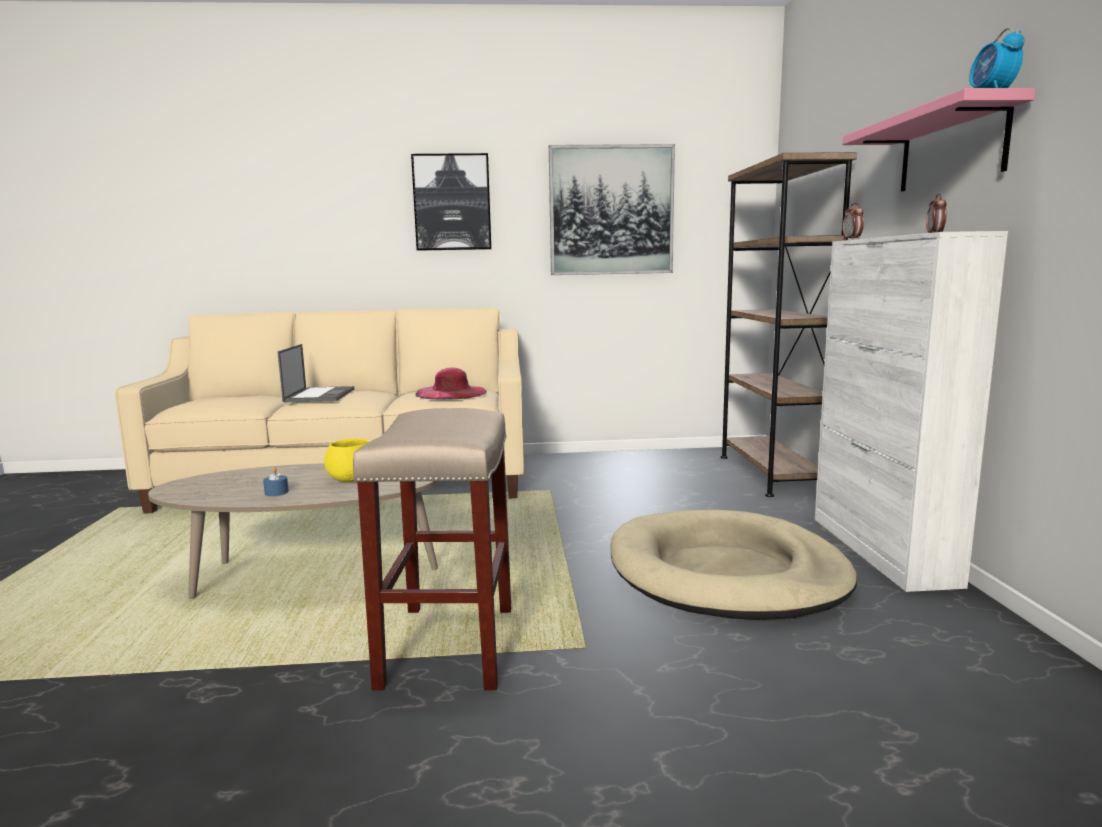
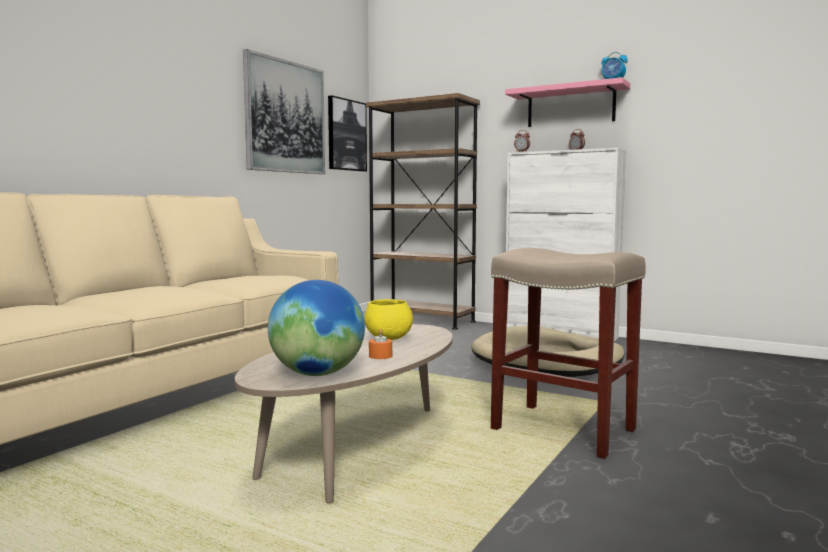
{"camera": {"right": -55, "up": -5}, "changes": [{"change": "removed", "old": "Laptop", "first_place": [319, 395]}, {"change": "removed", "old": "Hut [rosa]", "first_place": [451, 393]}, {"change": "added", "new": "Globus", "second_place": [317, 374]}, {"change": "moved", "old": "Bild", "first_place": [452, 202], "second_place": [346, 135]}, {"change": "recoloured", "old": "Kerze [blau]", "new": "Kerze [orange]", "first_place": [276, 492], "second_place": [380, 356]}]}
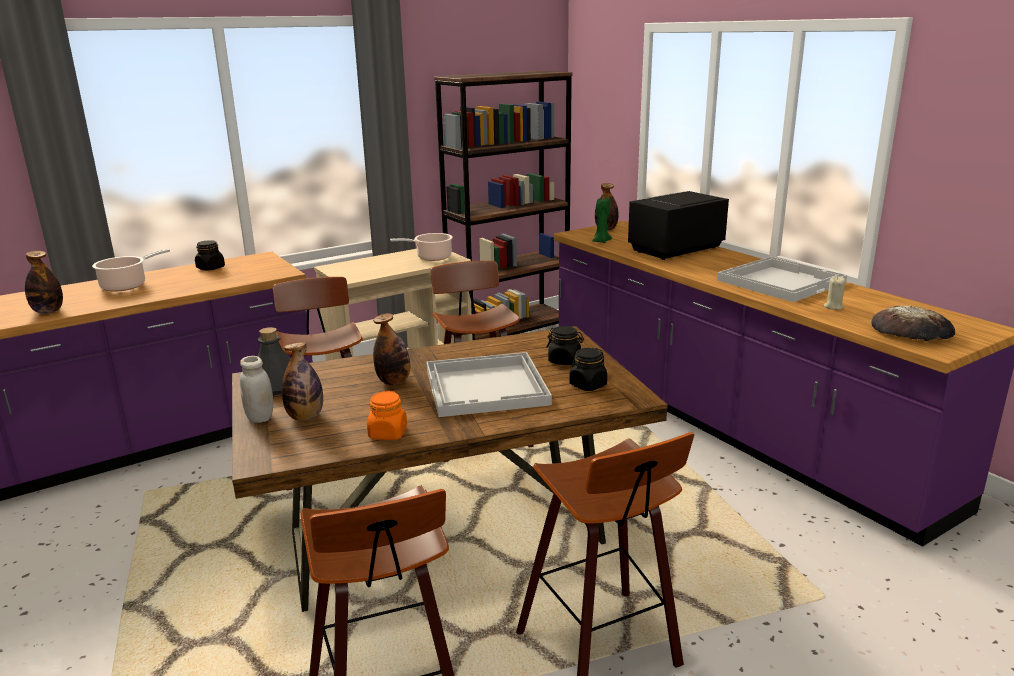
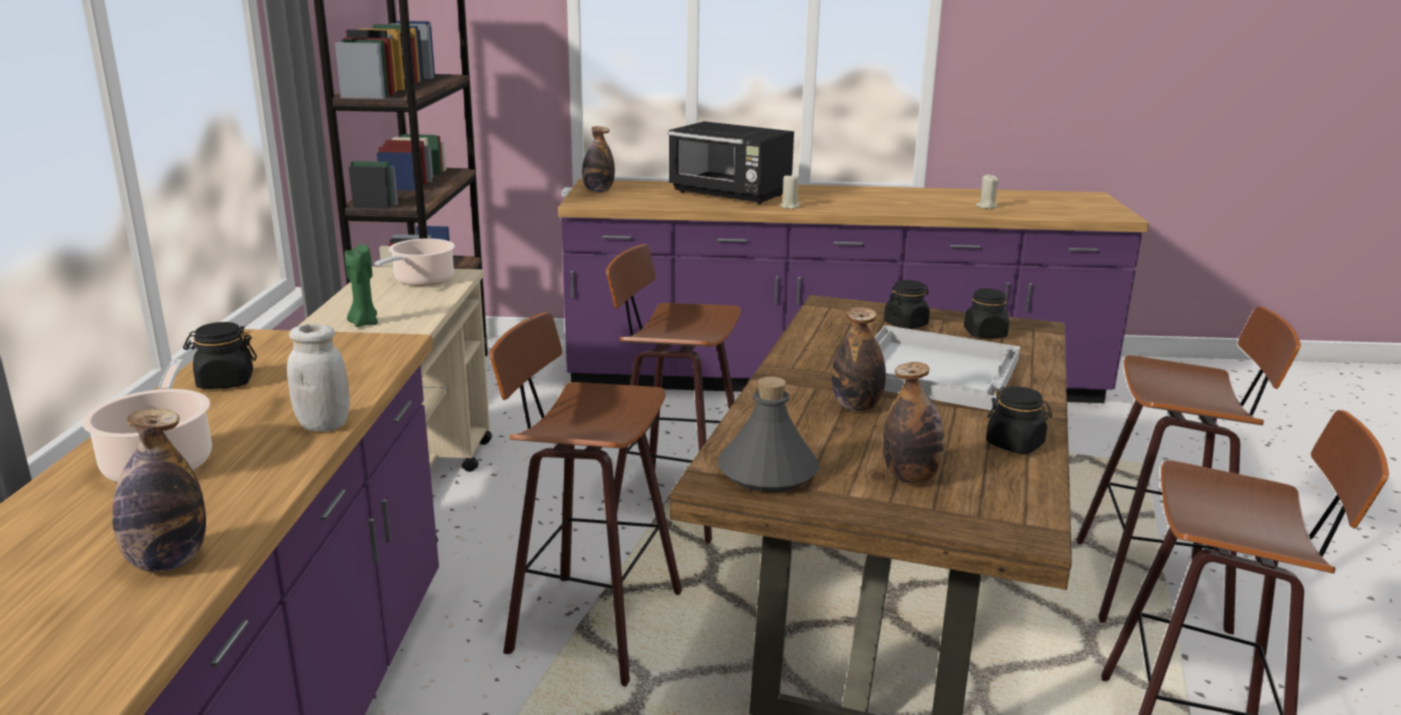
{"camera": {"right": -55, "up": 0}, "changes": [{"change": "removed", "old": "Tablett [weiß]", "first_place": [780, 281]}, {"change": "removed", "old": "Brot", "first_place": [912, 331]}, {"change": "added", "new": "Kerze [beige]", "second_place": [790, 206]}, {"change": "moved", "old": "Vorratsglas [weiß]", "first_place": [260, 417], "second_place": [324, 425]}, {"change": "moved", "old": "Kerze [grün]", "first_place": [601, 241], "second_place": [364, 323]}, {"change": "recoloured", "old": "Vorratsglas [orange]", "new": "Vorratsglas [schwarz]", "first_place": [388, 433], "second_place": [1015, 444]}, {"change": "turned", "old": "Mikrowelle [schwarz]", "first_place": [674, 249], "second_place": [730, 194], "degrees": -60}]}
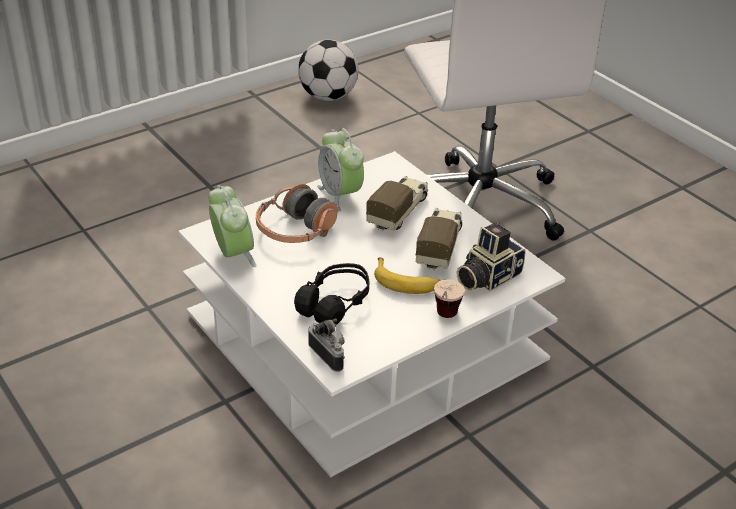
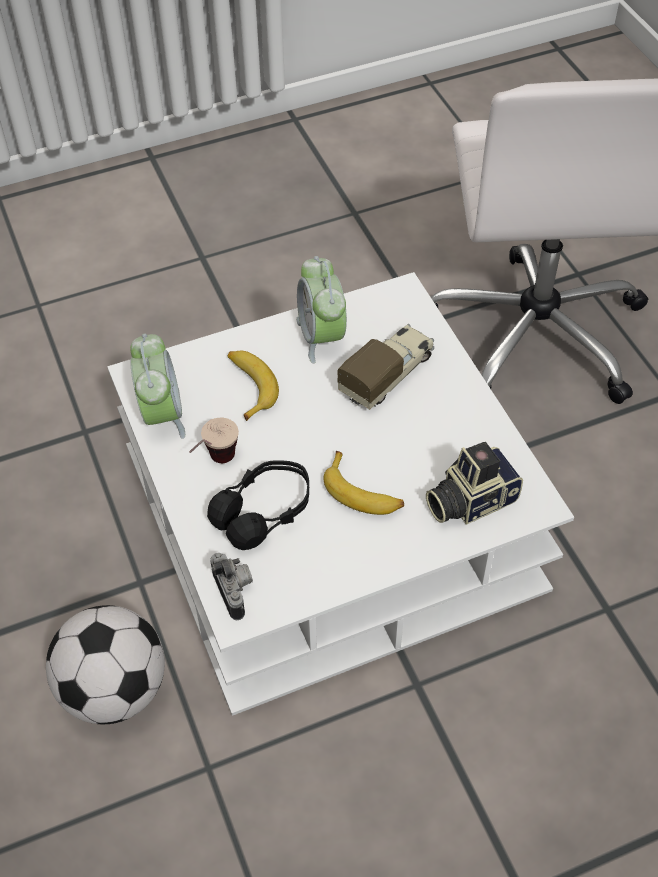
{"camera": {"right": 15, "up": 15}, "changes": [{"change": "removed", "old": "Spielzeuglaster", "first_place": [439, 246]}, {"change": "moved", "old": "Fußball", "first_place": [328, 97], "second_place": [114, 689]}, {"change": "moved", "old": "Tasse", "first_place": [444, 319], "second_place": [214, 464]}, {"change": "replaced", "old": "Kopfhörer", "new": "Banane", "first_place": [295, 230], "second_place": [249, 387]}]}
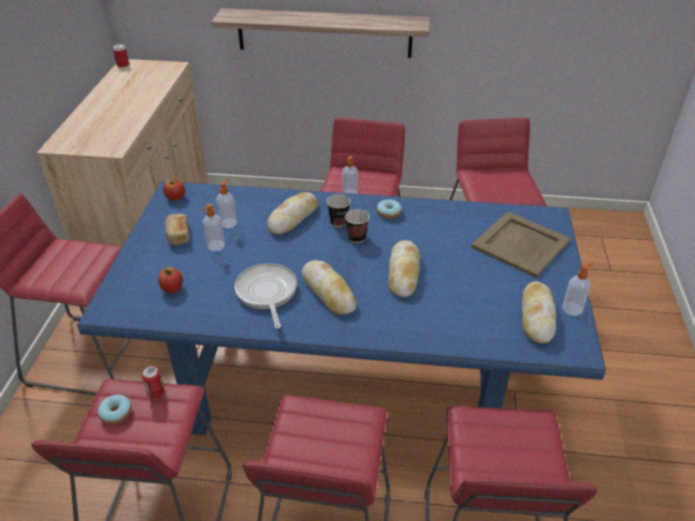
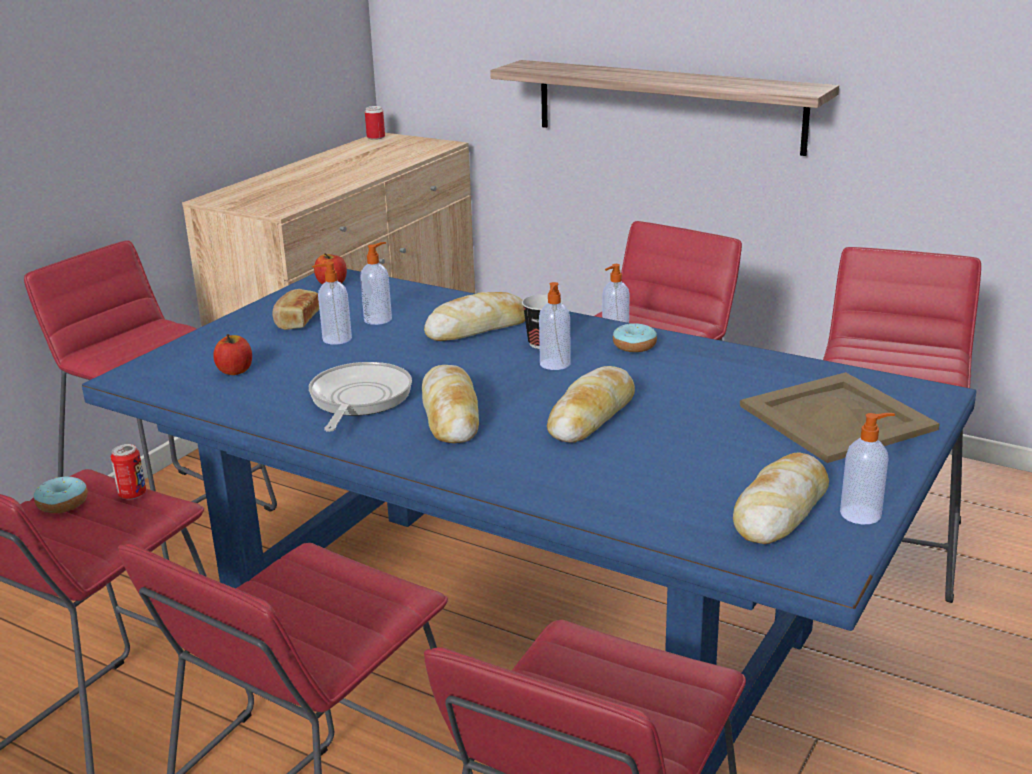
{"camera": {"right": 25, "up": -15}, "changes": [{"change": "replaced", "old": "Tasse", "new": "Seifenspender", "first_place": [357, 238], "second_place": [554, 364]}]}
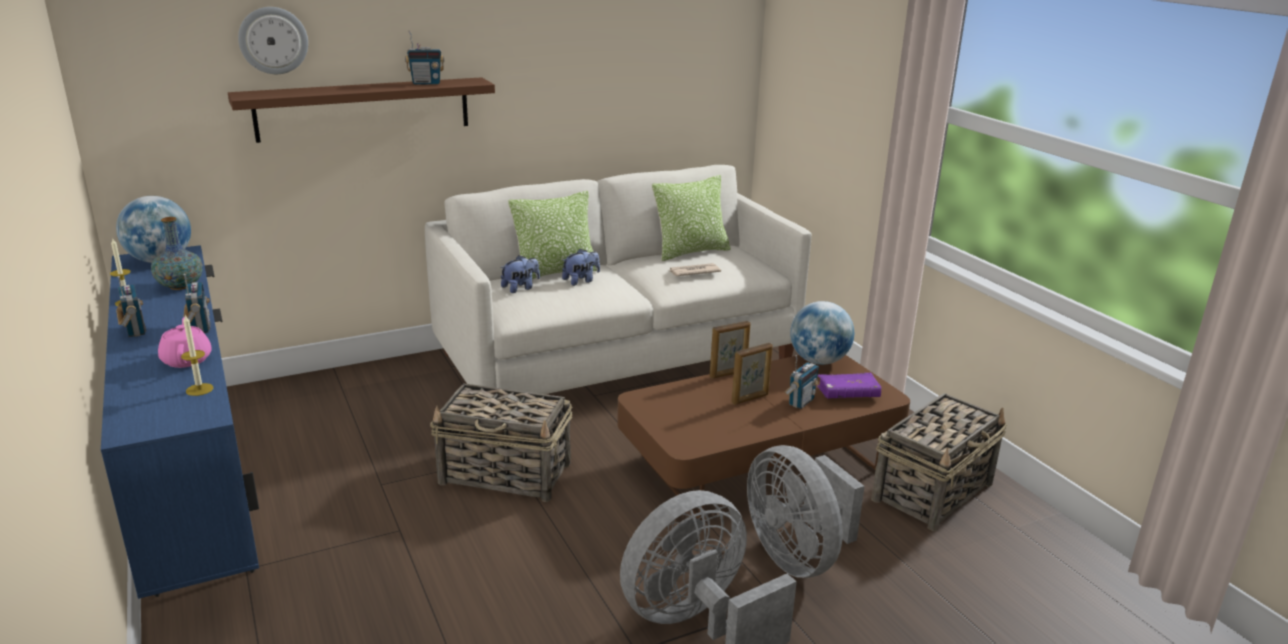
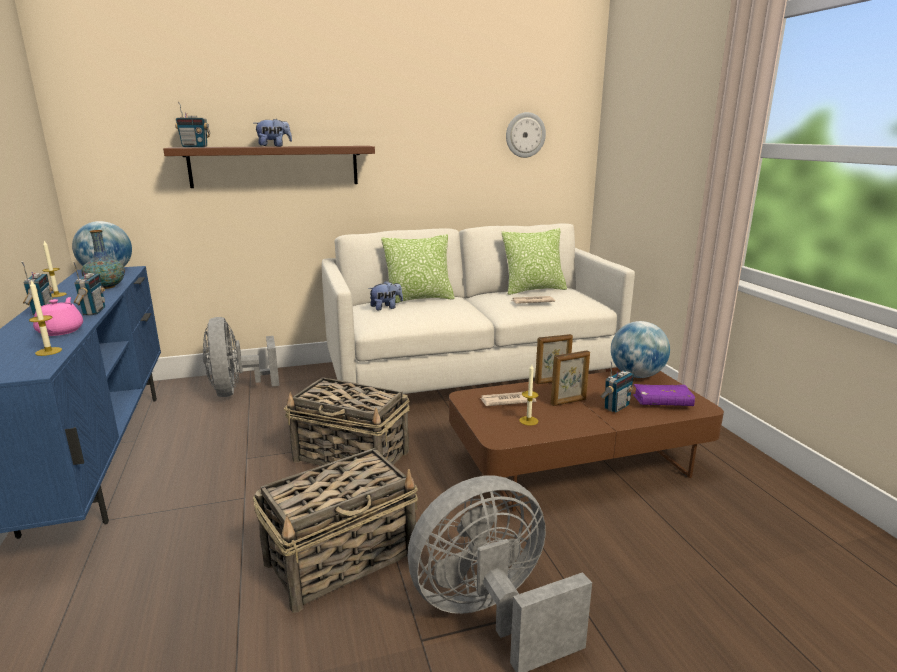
{"camera": {"right": 10, "up": -5}, "changes": [{"change": "added", "new": "Zeitung", "second_place": [507, 401]}, {"change": "added", "new": "Kerze", "second_place": [528, 421]}, {"change": "moved", "old": "Wanduhr", "first_place": [273, 40], "second_place": [525, 135]}, {"change": "moved", "old": "Radio", "first_place": [426, 83], "second_place": [195, 147]}, {"change": "moved", "old": "Plüschtier", "first_place": [581, 281], "second_place": [274, 146]}, {"change": "moved", "old": "Ventilator [grau]", "first_place": [797, 556], "second_place": [237, 391]}, {"change": "moved", "old": "Korb", "first_place": [933, 491], "second_place": [342, 559]}]}
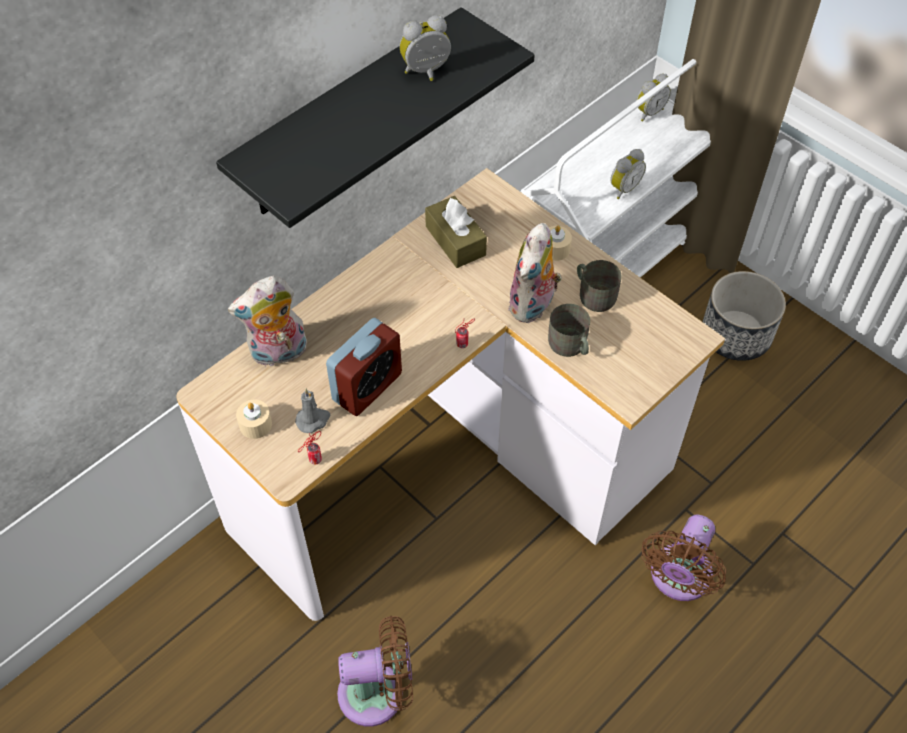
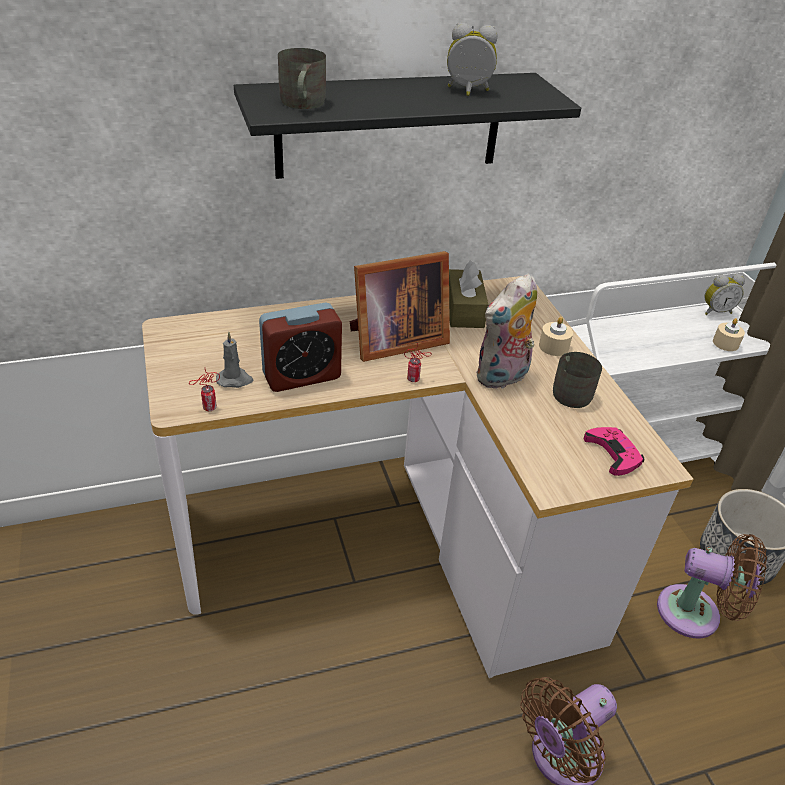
{"camera": {"right": 25, "up": -15}, "changes": [{"change": "removed", "old": "Plüschtier", "first_place": [278, 354]}, {"change": "removed", "old": "Wecker", "first_place": [623, 188]}, {"change": "added", "new": "Bilderrahmen", "second_place": [393, 341]}, {"change": "added", "new": "Gamepad [rosa]", "second_place": [613, 453]}, {"change": "moved", "old": "Kerze [beige]", "first_place": [255, 424], "second_place": [725, 343]}, {"change": "moved", "old": "Ventilator [braun]", "first_place": [378, 693], "second_place": [695, 614]}, {"change": "moved", "old": "Henkelbecher [grau]", "first_place": [569, 346], "second_place": [301, 103]}]}
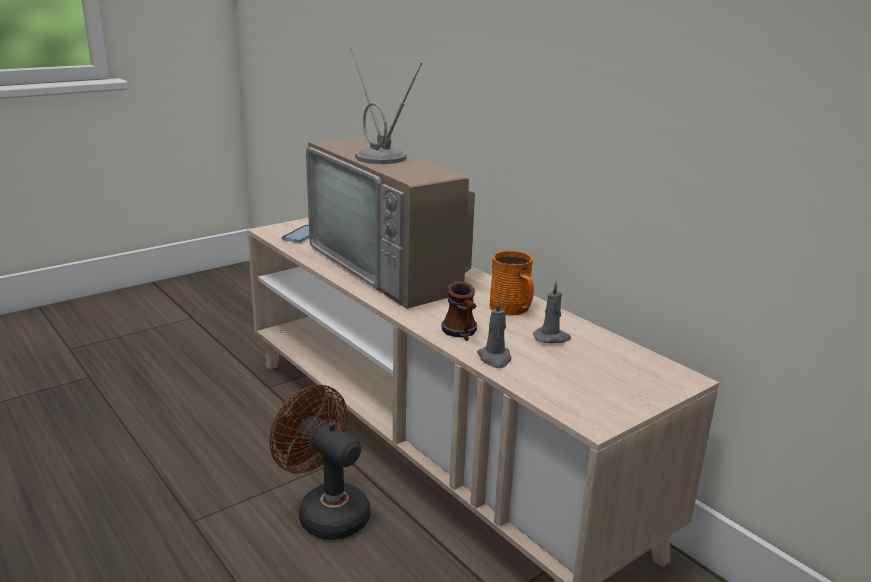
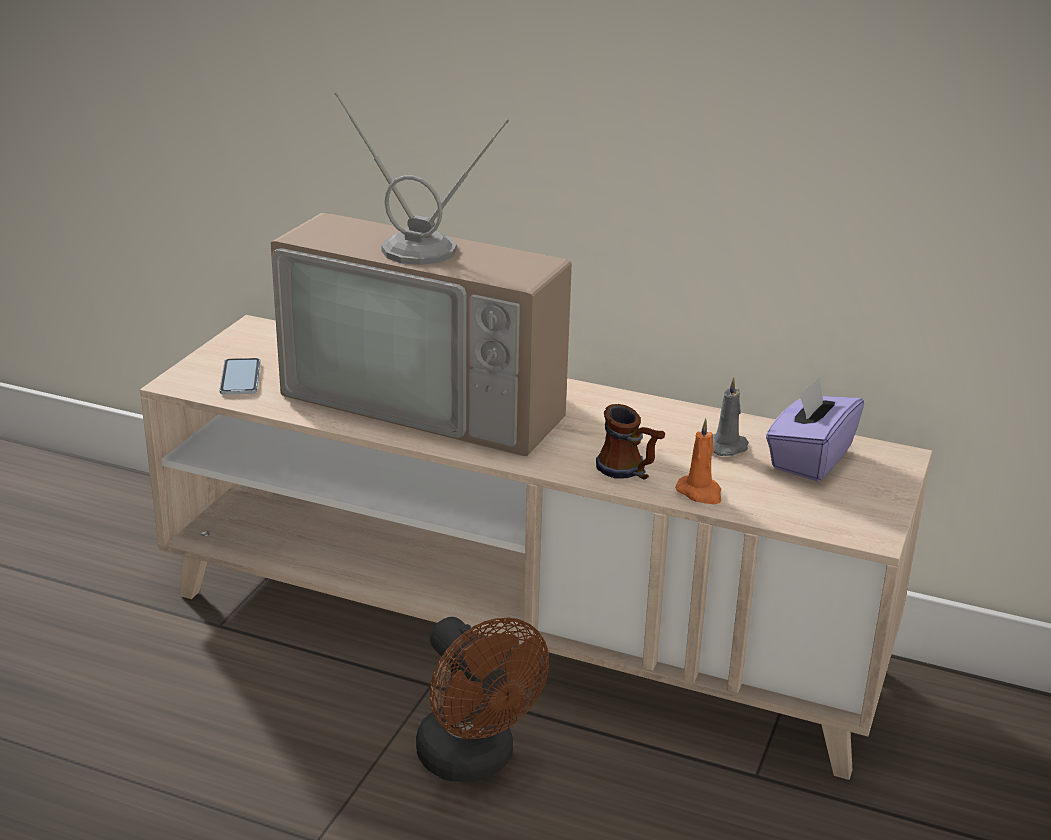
{"camera": {"right": -30, "up": 5}, "changes": [{"change": "removed", "old": "Henkelbecher [orange]", "first_place": [512, 309]}, {"change": "added", "new": "Taschentuchbox [lila]", "second_place": [809, 459]}, {"change": "recoloured", "old": "Kerze [grau]", "new": "Kerze [orange]", "first_place": [495, 358], "second_place": [700, 493]}, {"change": "turned", "old": "Ventilator [braun]", "first_place": [325, 511], "second_place": [474, 761], "degrees": -135}]}
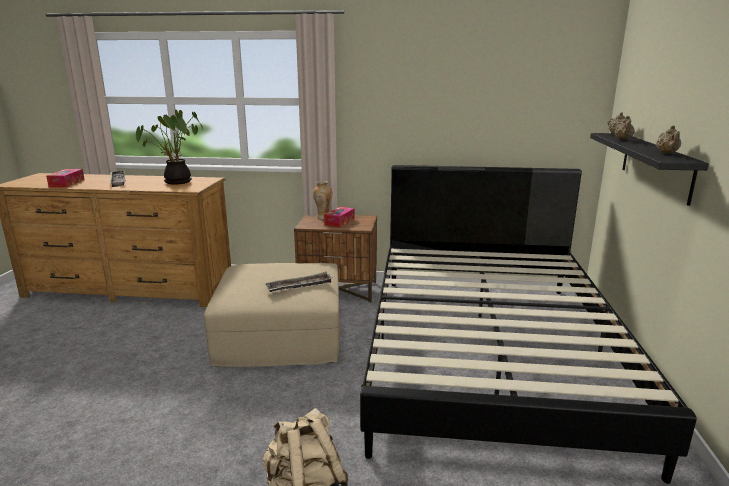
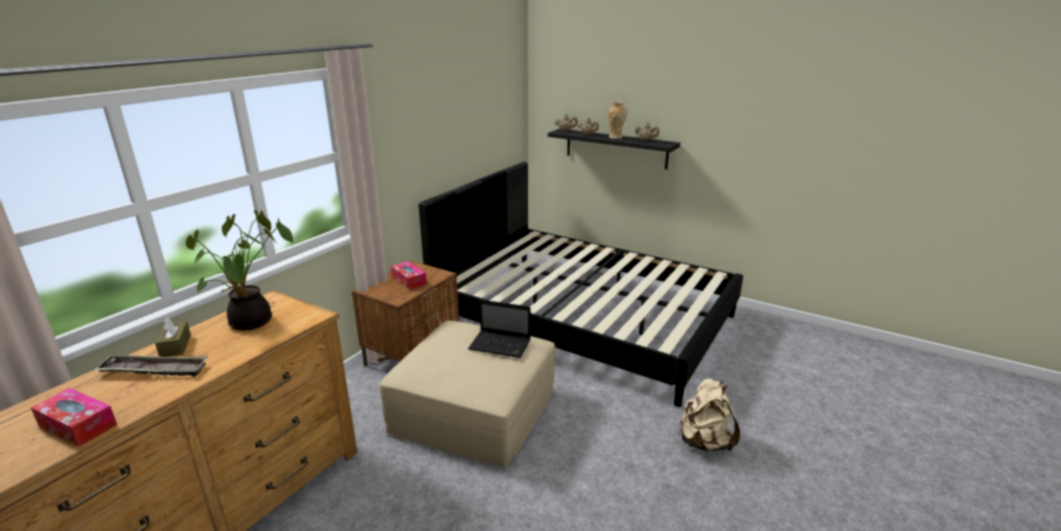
{"camera": {"right": -65, "up": 5}, "changes": [{"change": "added", "new": "Taschentuchbox [braun]", "second_place": [175, 346]}, {"change": "moved", "old": "Vase", "first_place": [323, 217], "second_place": [615, 137]}, {"change": "replaced", "old": "Tablett", "new": "Laptop", "first_place": [299, 286], "second_place": [501, 345]}]}
